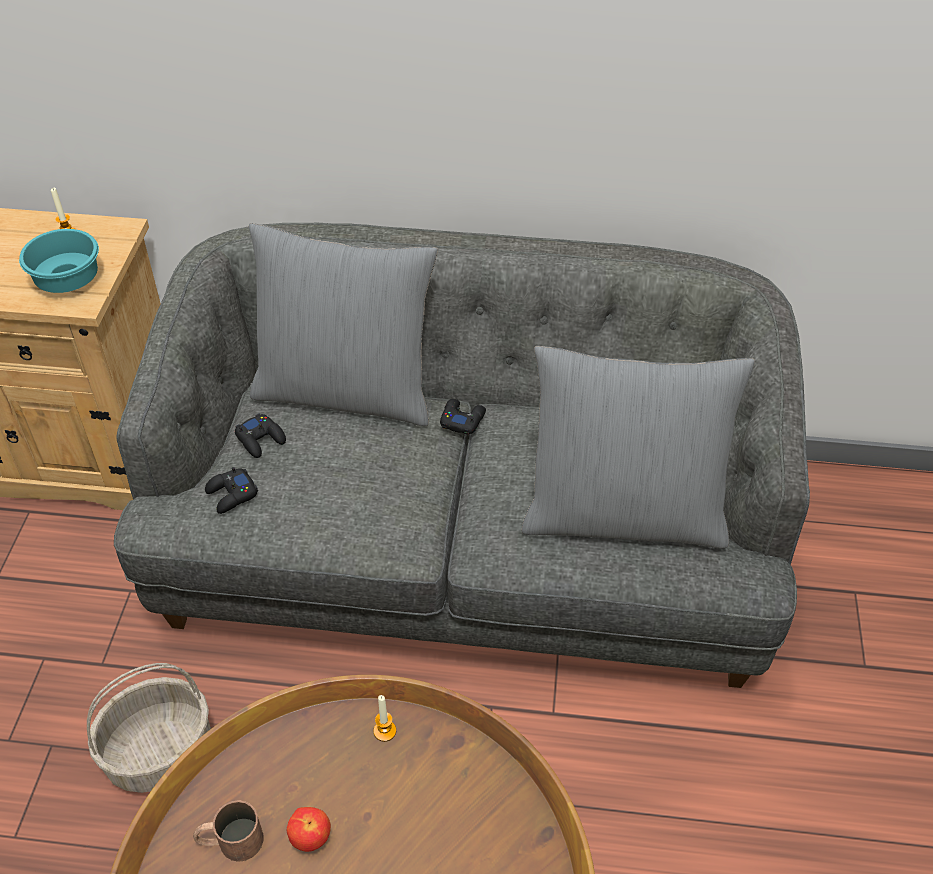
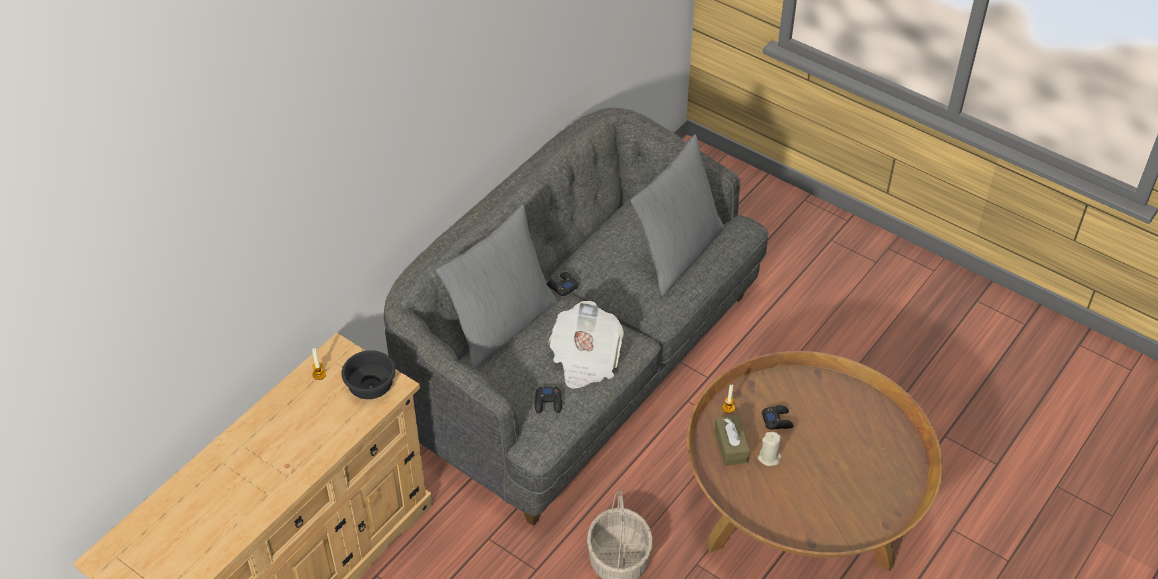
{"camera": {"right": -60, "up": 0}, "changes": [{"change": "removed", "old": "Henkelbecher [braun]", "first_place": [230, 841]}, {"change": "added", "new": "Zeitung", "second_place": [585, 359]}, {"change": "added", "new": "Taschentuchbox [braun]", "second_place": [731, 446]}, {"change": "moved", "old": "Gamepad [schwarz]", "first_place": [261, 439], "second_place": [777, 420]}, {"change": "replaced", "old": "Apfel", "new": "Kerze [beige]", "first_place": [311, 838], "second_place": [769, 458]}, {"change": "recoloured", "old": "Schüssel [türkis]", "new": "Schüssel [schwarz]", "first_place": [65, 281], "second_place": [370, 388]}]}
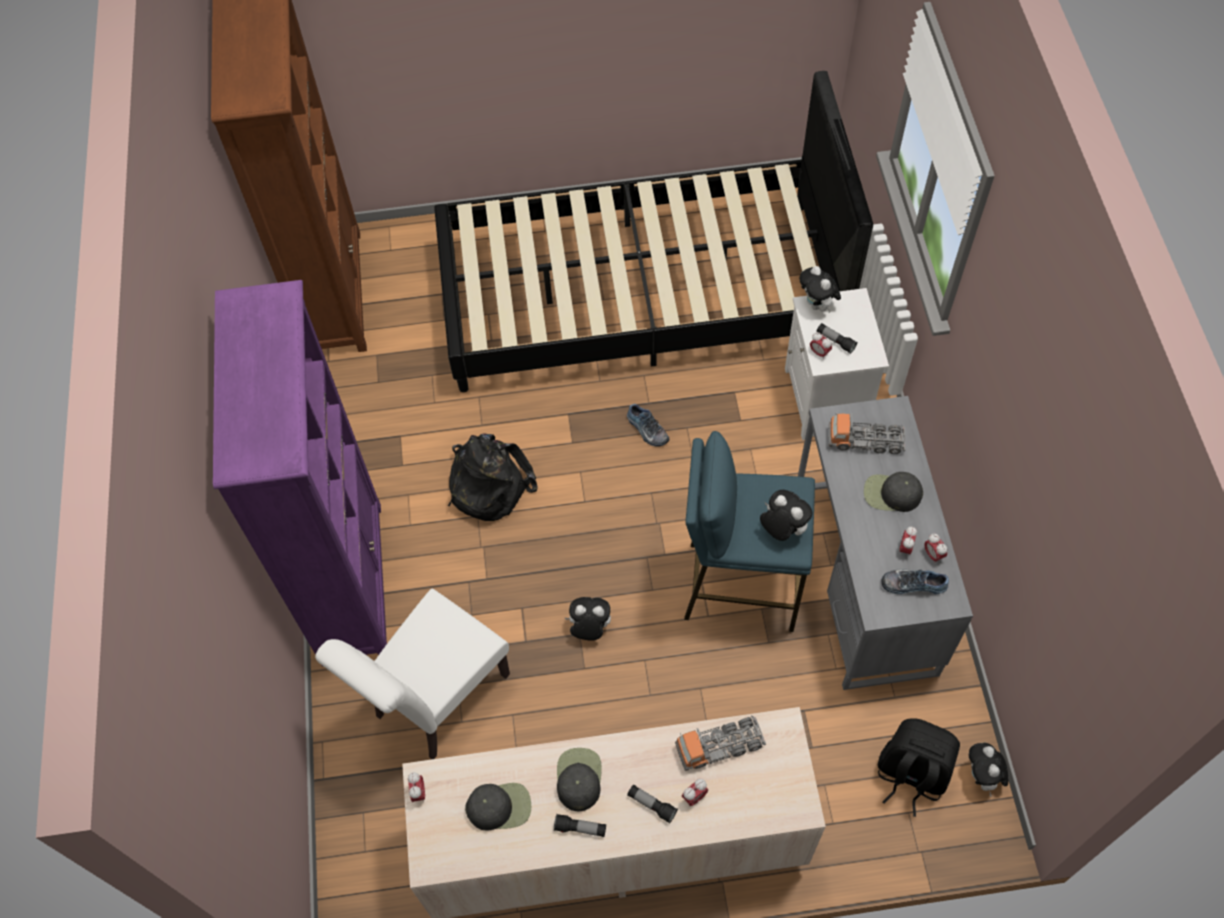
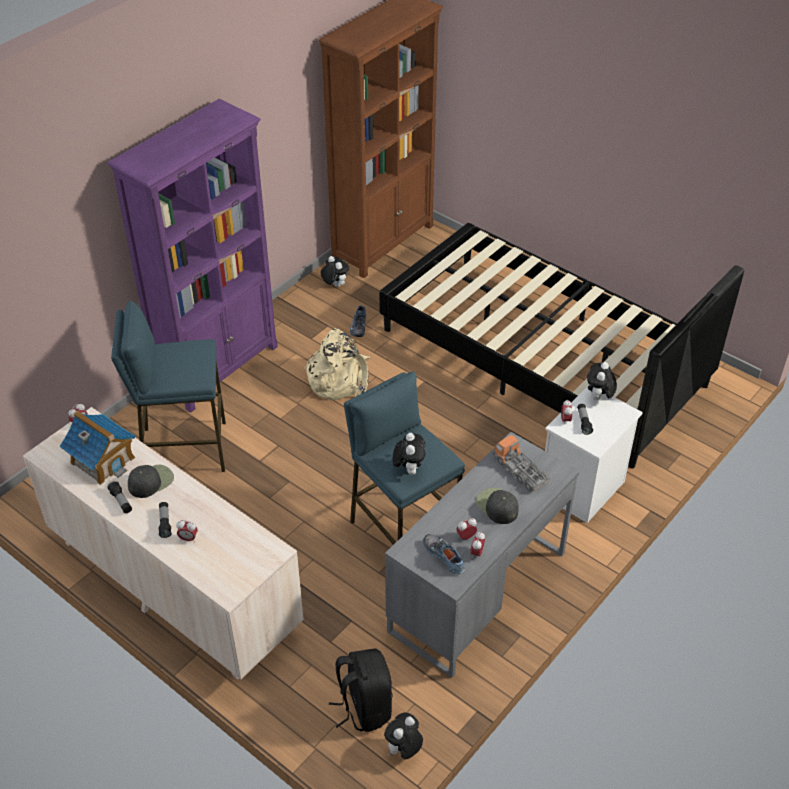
{"camera": {"right": 45, "up": -15}, "changes": [{"change": "removed", "old": "Spielzeuglaster", "first_place": [719, 746]}, {"change": "moved", "old": "Plüschtier", "first_place": [589, 629], "second_place": [335, 285]}, {"change": "moved", "old": "Schuh", "first_place": [646, 430], "second_place": [358, 326]}, {"change": "replaced", "old": "Stuhl [weiß]", "new": "Hocker [blau]", "first_place": [435, 701], "second_place": [183, 448]}, {"change": "replaced", "old": "Kappe [schwarz]", "new": "Spielzeughaus", "first_place": [499, 806], "second_place": [102, 460]}, {"change": "recoloured", "old": "Rucksack [schwarz]", "new": "Rucksack [beige]", "first_place": [488, 484], "second_place": [339, 379]}]}
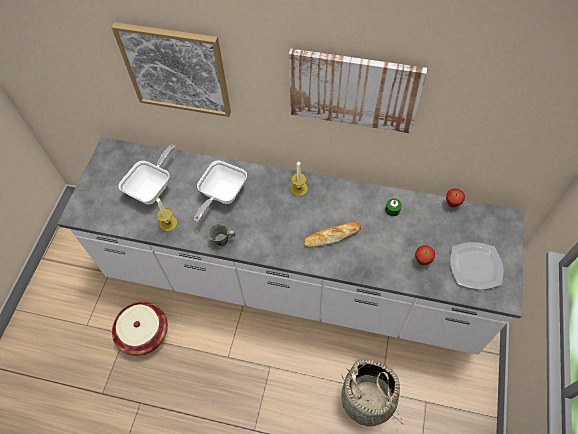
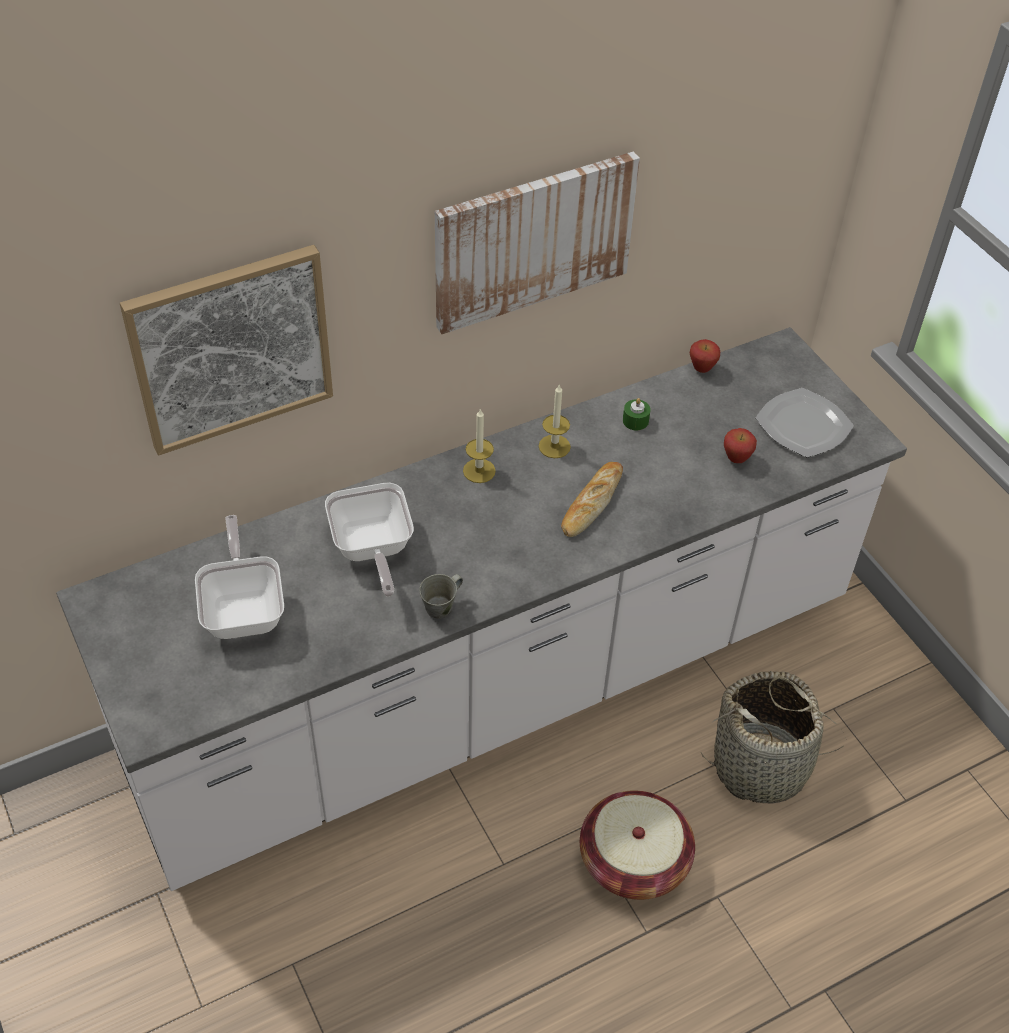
{"camera": {"right": -45, "up": -10}, "changes": [{"change": "moved", "old": "Korb", "first_place": [144, 333], "second_place": [634, 860]}, {"change": "moved", "old": "Kerze", "first_place": [168, 223], "second_place": [554, 446]}]}
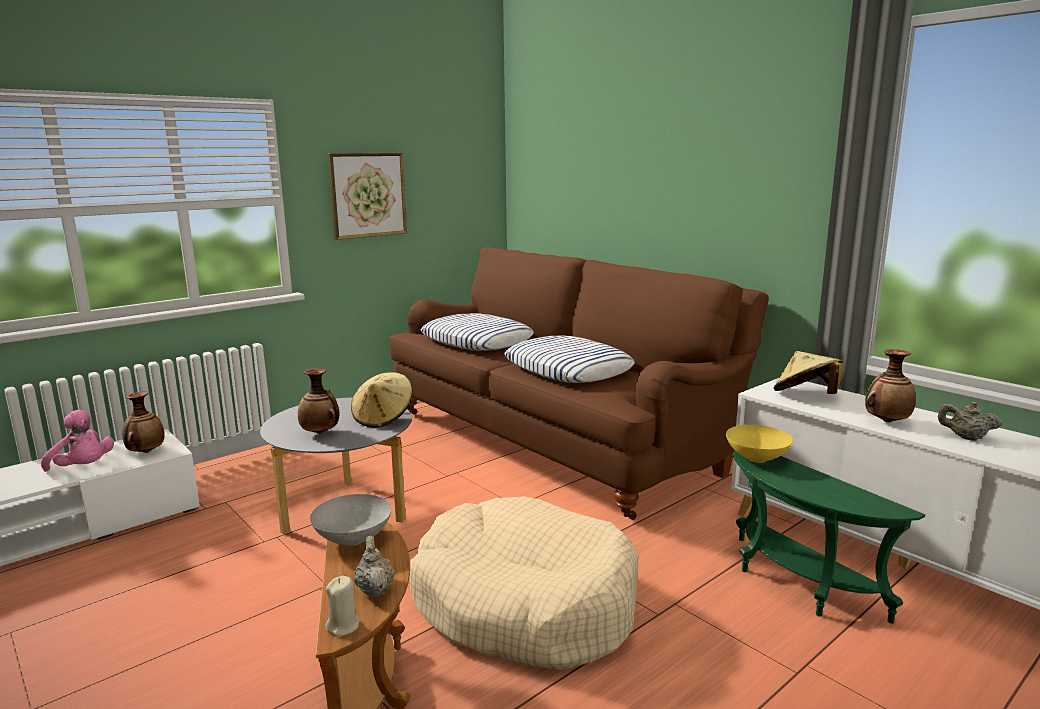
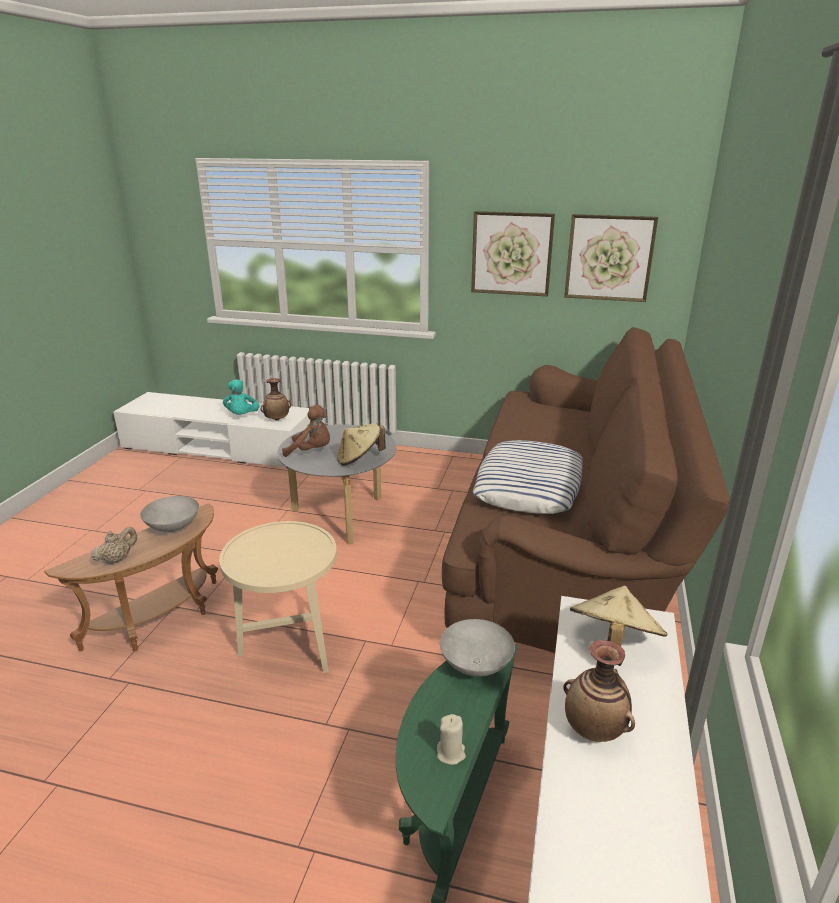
{"camera": {"right": 55, "up": 10}, "changes": [{"change": "removed", "old": "Kissen", "first_place": [477, 341]}, {"change": "removed", "old": "Teekanne [beige]", "first_place": [966, 438]}, {"change": "added", "new": "Bild", "second_place": [609, 258]}, {"change": "moved", "old": "Kerze [beige]", "first_place": [343, 626], "second_place": [451, 753]}, {"change": "replaced", "old": "Vase", "new": "Plüschtier [braun]", "first_place": [320, 433], "second_place": [311, 451]}, {"change": "replaced", "old": "Hundebett [beige]", "new": "Beistelltisch [beige]", "first_place": [524, 603], "second_place": [289, 645]}, {"change": "recoloured", "old": "Plüschtier [rosa]", "new": "Plüschtier [türkis]", "first_place": [83, 468], "second_place": [242, 416]}, {"change": "recoloured", "old": "Schüssel [gelb]", "new": "Schüssel [grau]", "first_place": [756, 458], "second_place": [475, 664]}]}
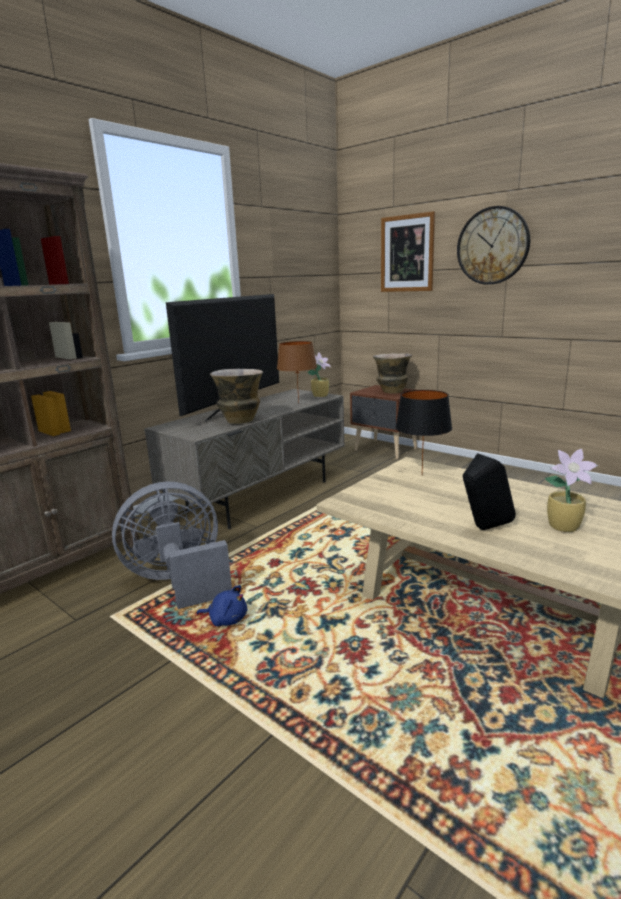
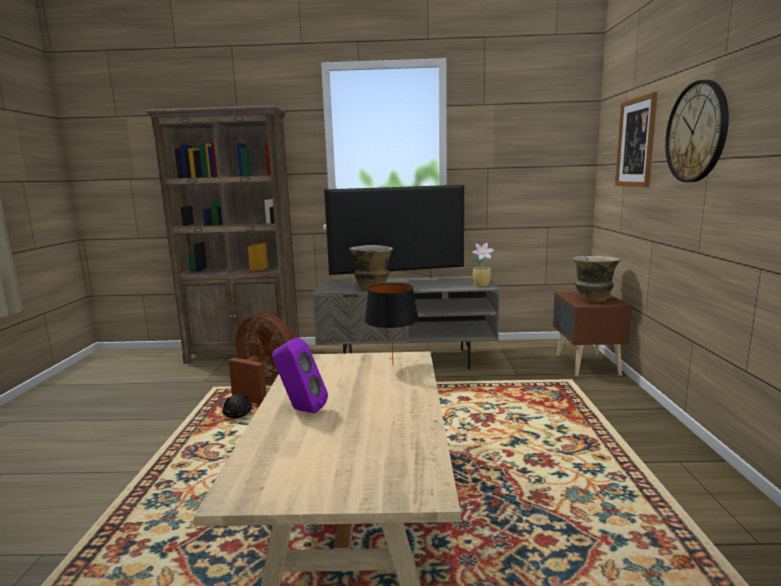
{"camera": {"right": 50, "up": -5}, "changes": [{"change": "removed", "old": "Tischlampe [braun]", "first_place": [298, 403]}, {"change": "removed", "old": "Topfpflanze", "first_place": [565, 527]}, {"change": "recoloured", "old": "Ventilator [grau]", "new": "Ventilator [braun]", "first_place": [179, 581], "second_place": [265, 386]}, {"change": "recoloured", "old": "Plüschtier [blau]", "new": "Plüschtier [schwarz]", "first_place": [226, 619], "second_place": [238, 415]}, {"change": "recoloured", "old": "Lautsprecher [schwarz]", "new": "Lautsprecher [lila]", "first_place": [483, 529], "second_place": [300, 410]}]}
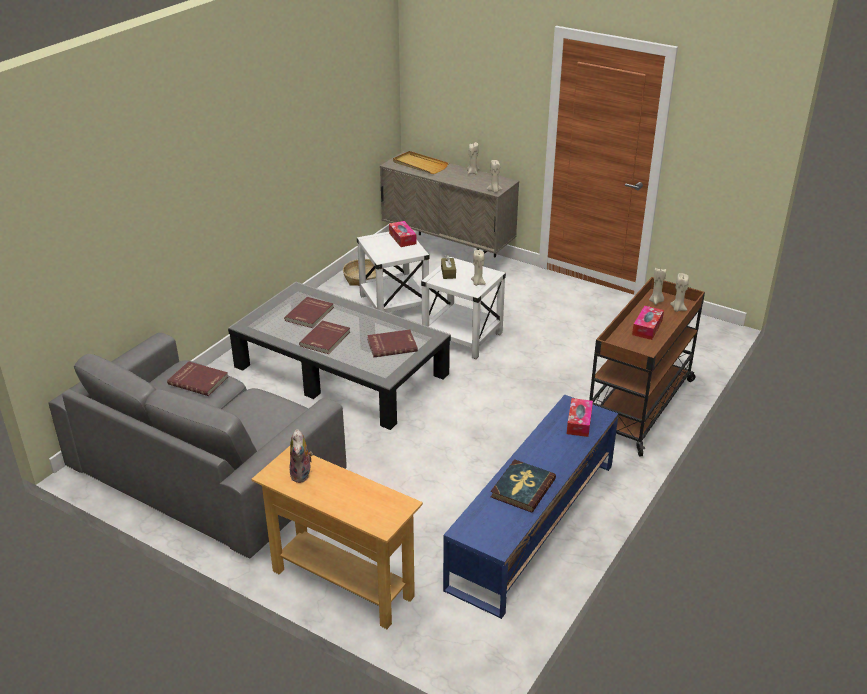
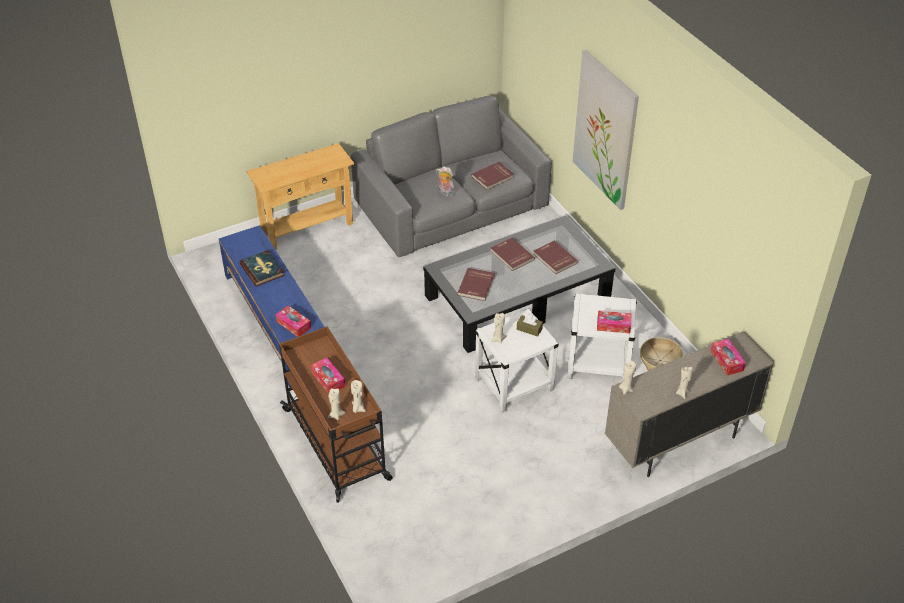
{"camera": {"right": 120, "up": 10}, "changes": [{"change": "added", "new": "Bild", "second_place": [605, 130]}, {"change": "moved", "old": "Plüschtier", "first_place": [302, 475], "second_place": [445, 193]}, {"change": "replaced", "old": "Tablett [beige]", "new": "Taschentuchbox", "first_place": [419, 165], "second_place": [726, 361]}]}
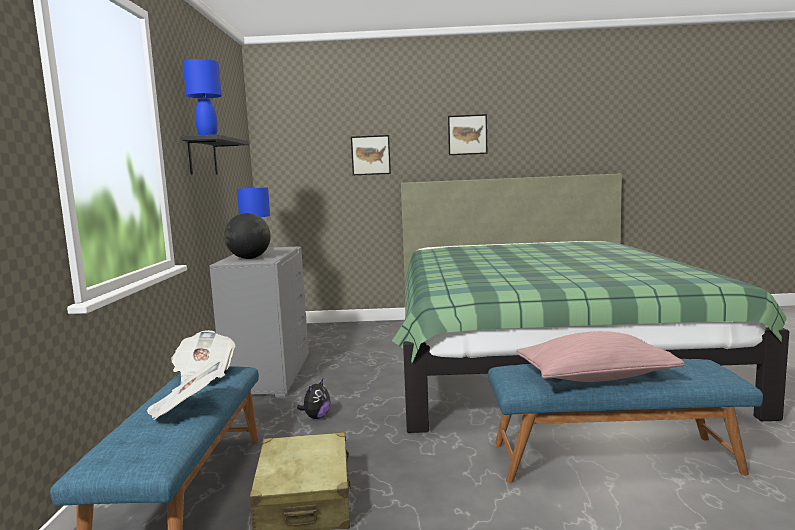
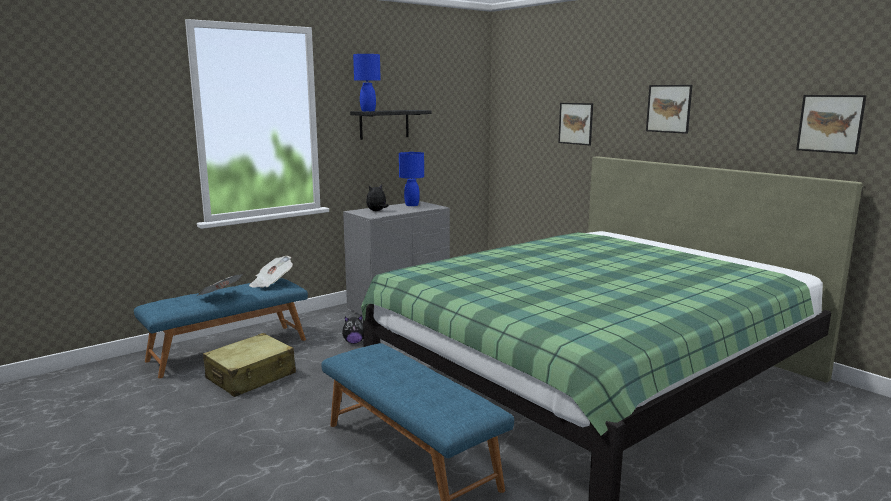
{"camera": {"right": 50, "up": 5}, "changes": [{"change": "removed", "old": "Kissen [rosa]", "first_place": [595, 377]}, {"change": "added", "new": "Bild", "second_place": [830, 123]}, {"change": "replaced", "old": "Globus", "new": "Plüschtier", "first_place": [249, 258], "second_place": [377, 211]}]}
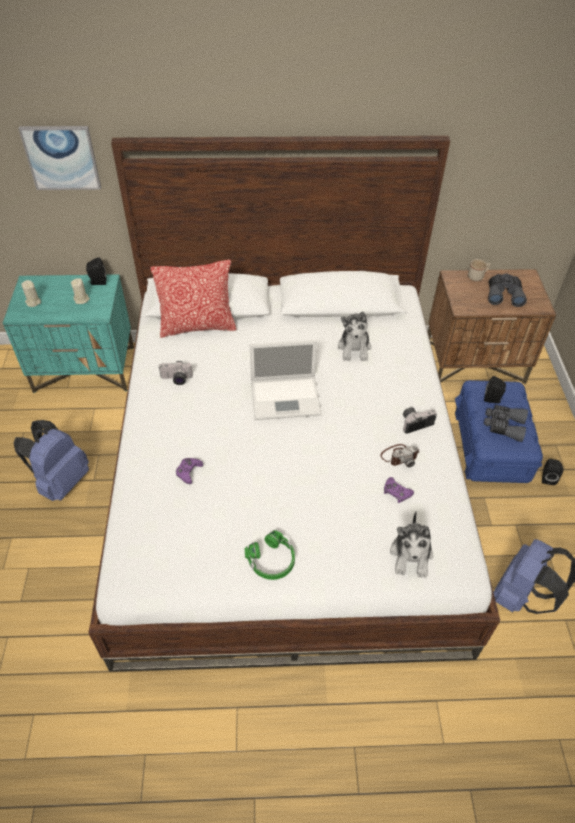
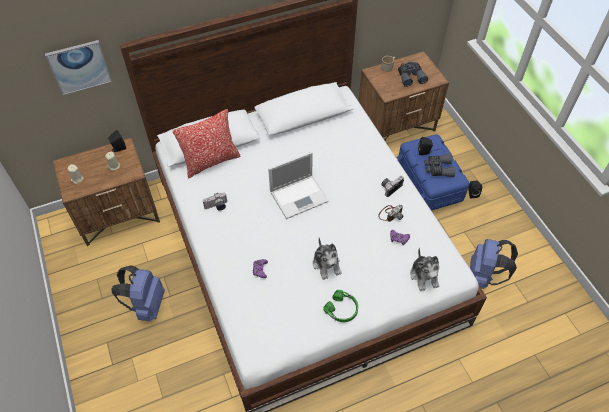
{"camera": {"right": -20, "up": 5}, "changes": [{"change": "moved", "old": "Plüschtier", "first_place": [354, 348], "second_place": [326, 264]}, {"change": "recoloured", "old": "Nachttisch [türkis]", "new": "Nachttisch [braun]", "first_place": [85, 369], "second_place": [119, 215]}]}
